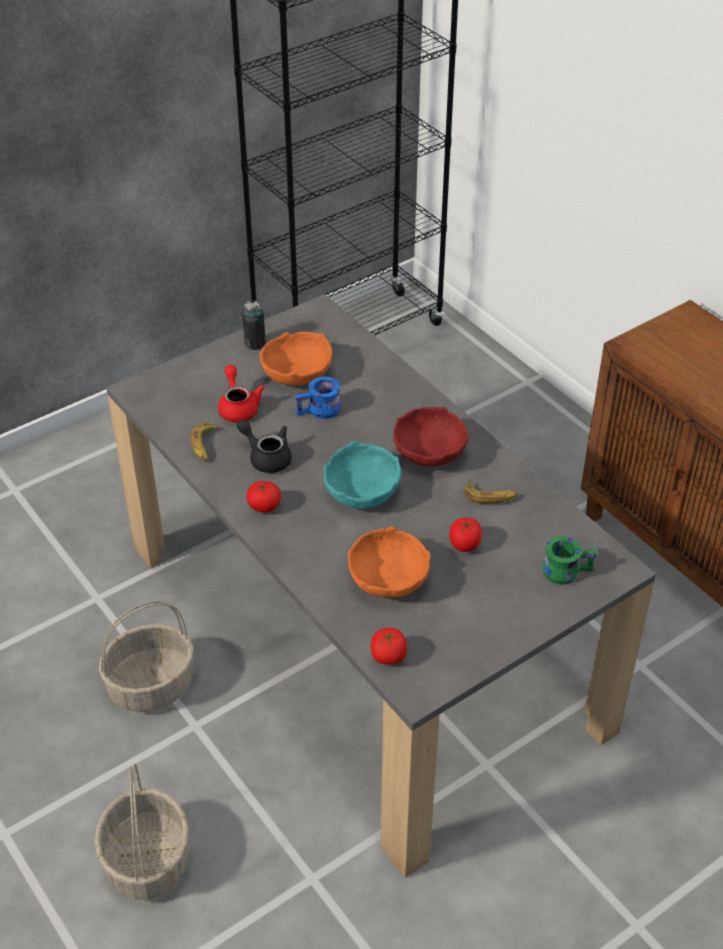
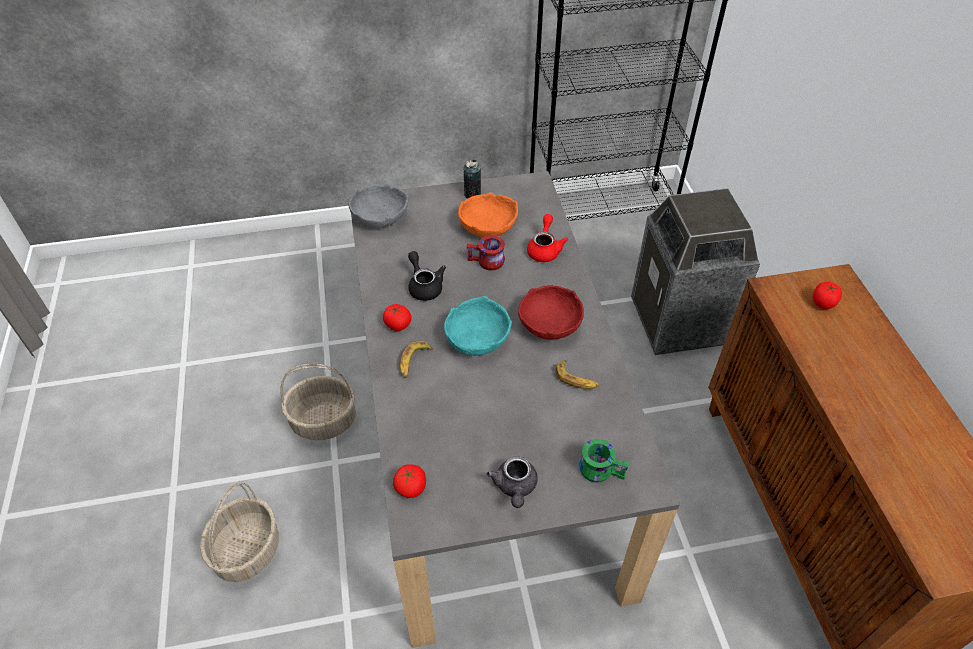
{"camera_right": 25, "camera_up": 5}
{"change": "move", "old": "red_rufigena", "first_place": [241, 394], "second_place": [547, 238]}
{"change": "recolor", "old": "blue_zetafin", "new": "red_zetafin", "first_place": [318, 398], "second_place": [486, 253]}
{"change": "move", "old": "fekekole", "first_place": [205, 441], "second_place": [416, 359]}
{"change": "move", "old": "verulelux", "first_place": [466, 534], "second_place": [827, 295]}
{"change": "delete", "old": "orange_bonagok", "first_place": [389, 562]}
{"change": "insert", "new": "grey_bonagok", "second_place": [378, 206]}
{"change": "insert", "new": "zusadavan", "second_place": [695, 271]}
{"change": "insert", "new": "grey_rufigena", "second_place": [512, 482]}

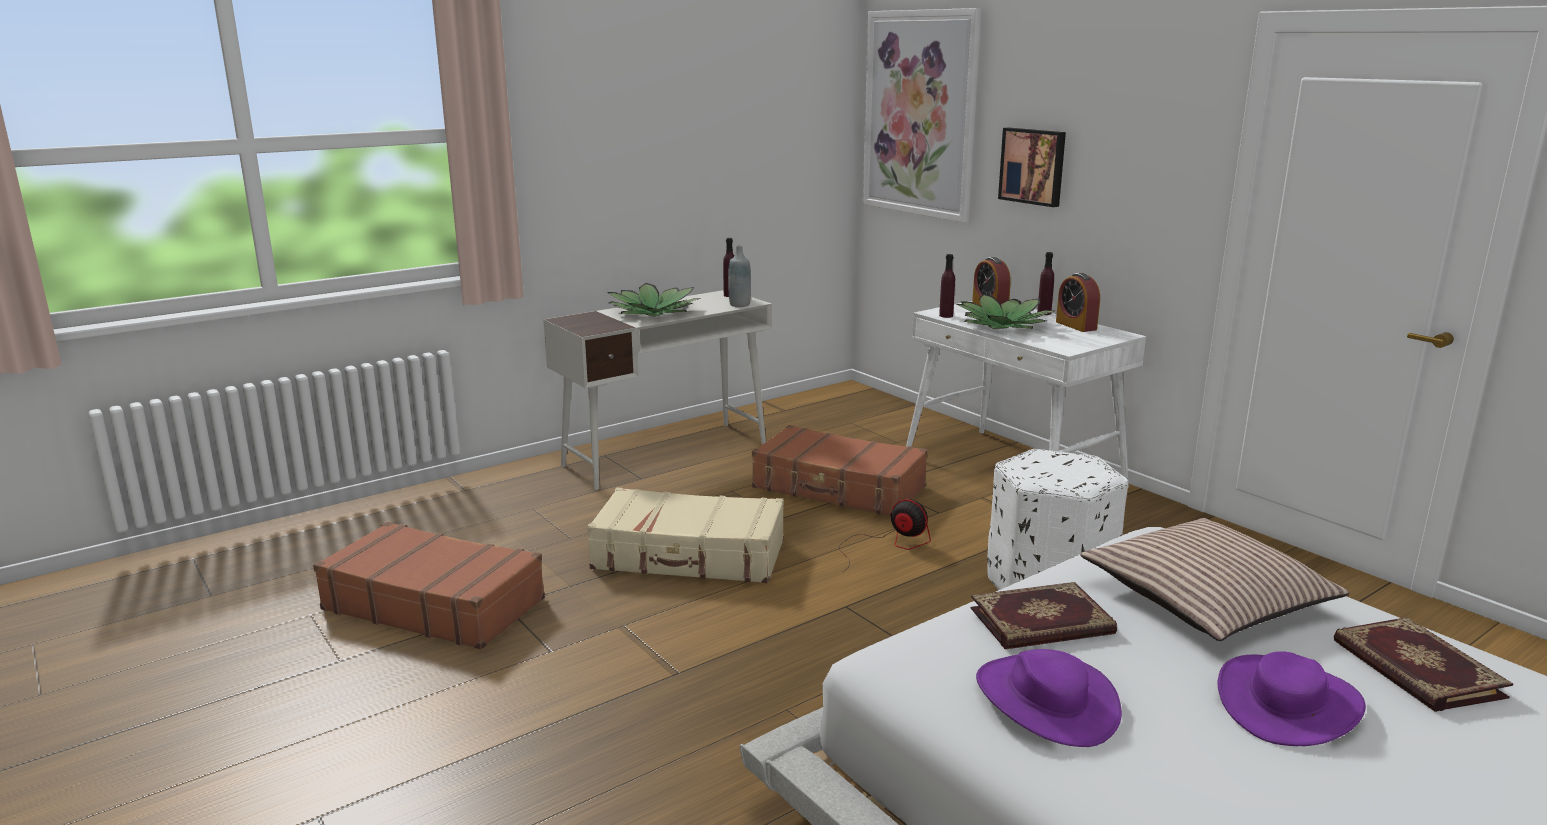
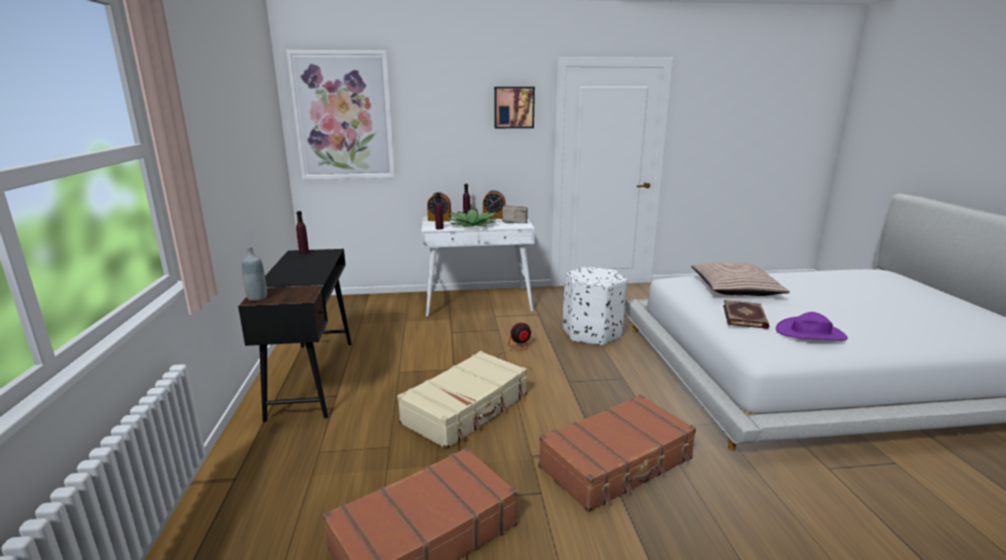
{"camera_right": -60, "camera_up": 0}
{"change": "move", "old": "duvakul", "first_place": [1032, 167], "second_place": [514, 107]}
{"change": "move", "old": "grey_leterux", "first_place": [739, 276], "second_place": [254, 273]}
{"change": "delete", "old": "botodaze", "first_place": [654, 300]}
{"change": "recolor", "old": "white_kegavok", "new": "black_kegavok", "first_place": [657, 390], "second_place": [295, 335]}
{"change": "move", "old": "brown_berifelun", "first_place": [839, 470], "second_place": [617, 453]}
{"change": "delete", "old": "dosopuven", "first_place": [1423, 664]}
{"change": "delete", "old": "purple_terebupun", "first_place": [1291, 698]}
{"change": "insert", "new": "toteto", "second_place": [515, 214]}

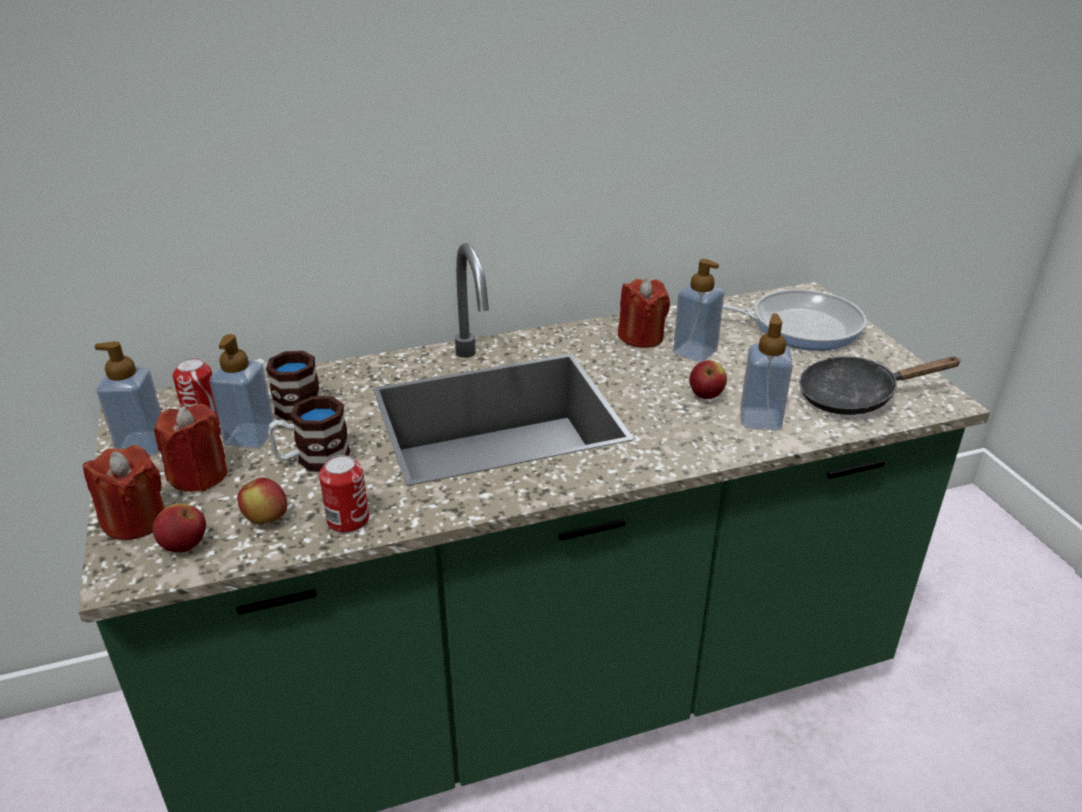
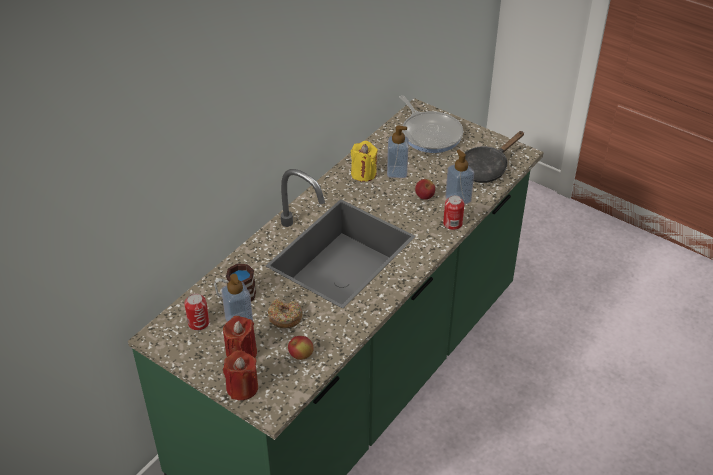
{"camera_right": -35, "camera_up": 10}
{"change": "recolor", "old": "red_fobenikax", "new": "yellow_fobenikax", "first_place": [644, 313], "second_place": [364, 161]}
{"change": "rotate", "old": "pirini", "first_place": [795, 319], "second_place": [431, 124], "degrees": 90}
{"change": "delete", "old": "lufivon", "first_place": [128, 398]}
{"change": "replace", "old": "zetafin", "new": "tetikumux", "first_place": [309, 434], "second_place": [285, 313]}
{"change": "move", "old": "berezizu", "first_place": [344, 494], "second_place": [454, 212]}
{"change": "delete", "old": "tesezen", "first_place": [179, 527]}

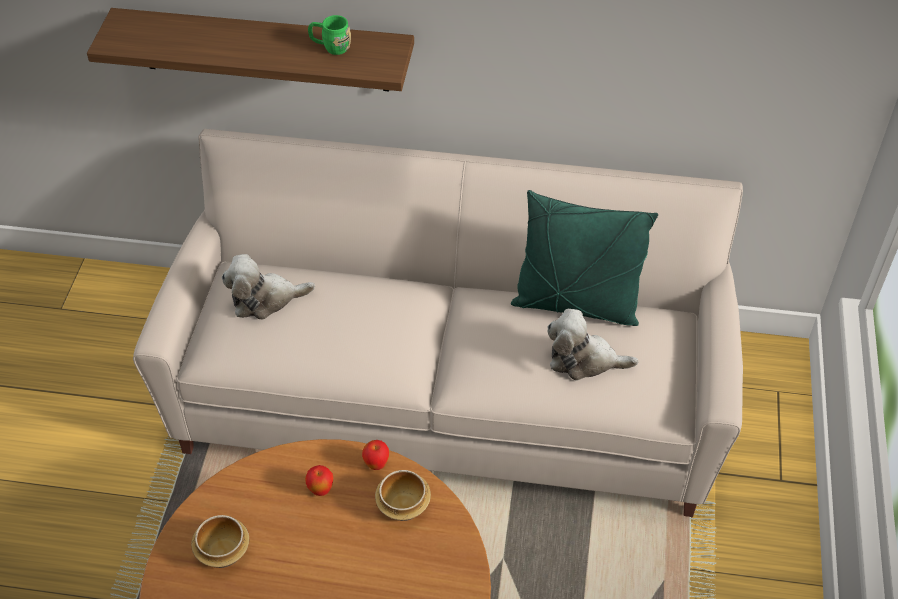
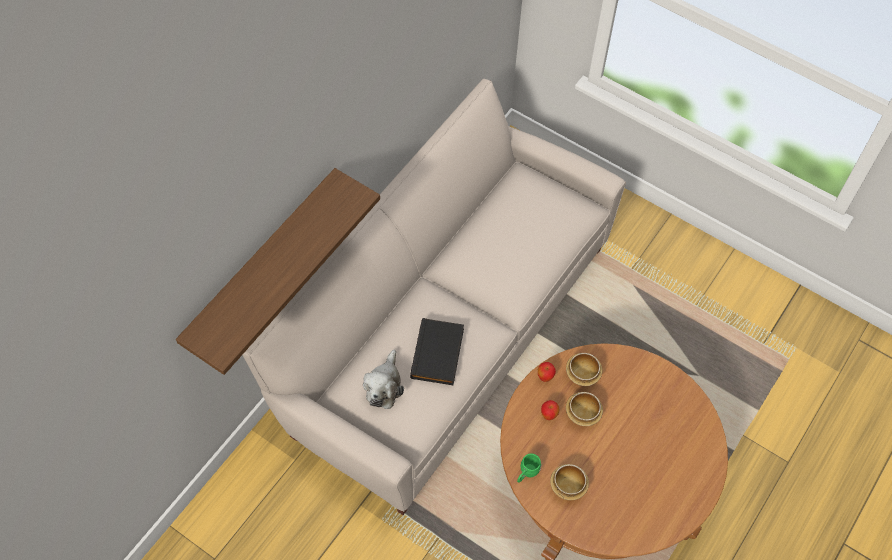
{"camera_right": -65, "camera_up": 10}
{"change": "move", "old": "green_zetafin", "first_place": [329, 35], "second_place": [529, 468]}
{"change": "delete", "old": "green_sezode", "first_place": [584, 258]}
{"change": "delete", "old": "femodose", "first_place": [593, 344]}
{"change": "insert", "new": "black_dosopuven", "second_place": [437, 351]}
{"change": "insert", "new": "bonagok", "second_place": [584, 409]}

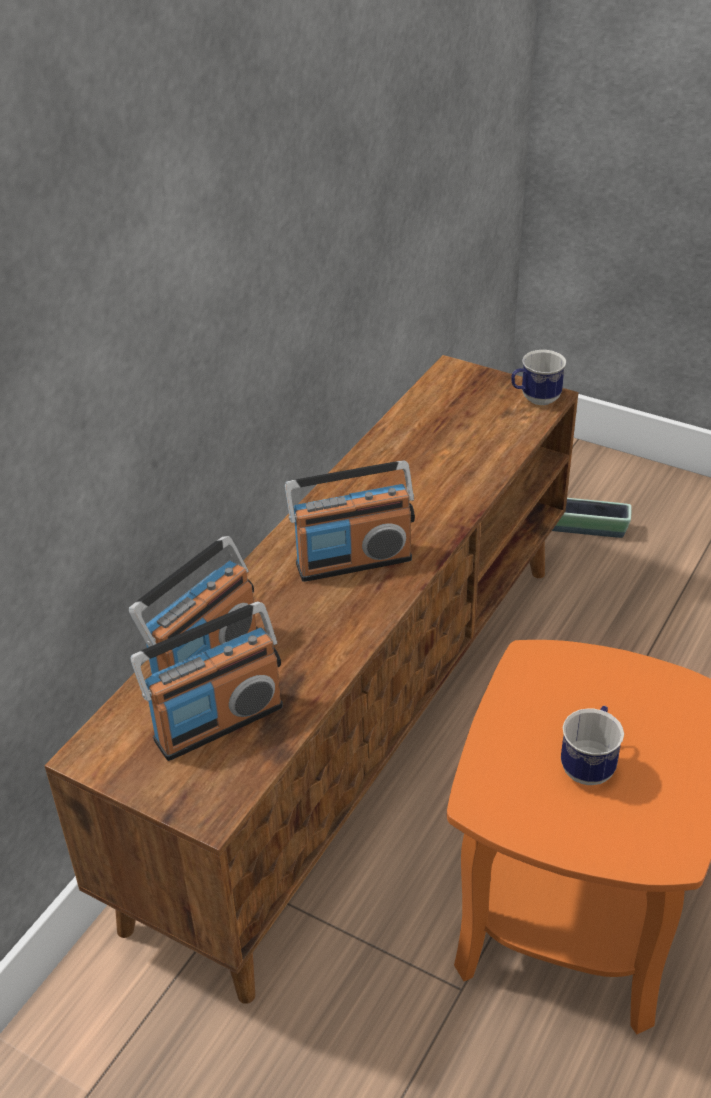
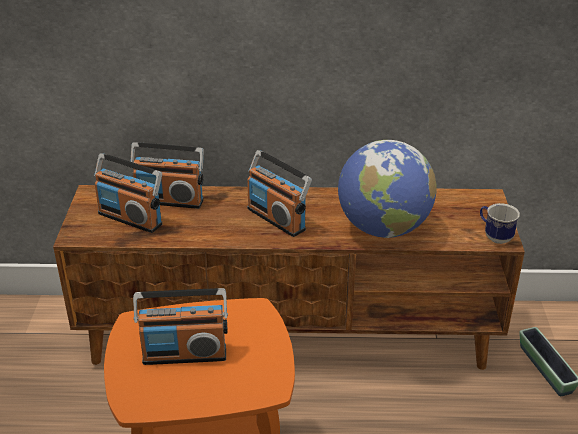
{"camera_right": 60, "camera_up": -5}
{"change": "replace", "old": "zetafin", "new": "toteto", "first_place": [592, 745], "second_place": [180, 326]}
{"change": "insert", "new": "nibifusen", "second_place": [387, 189]}

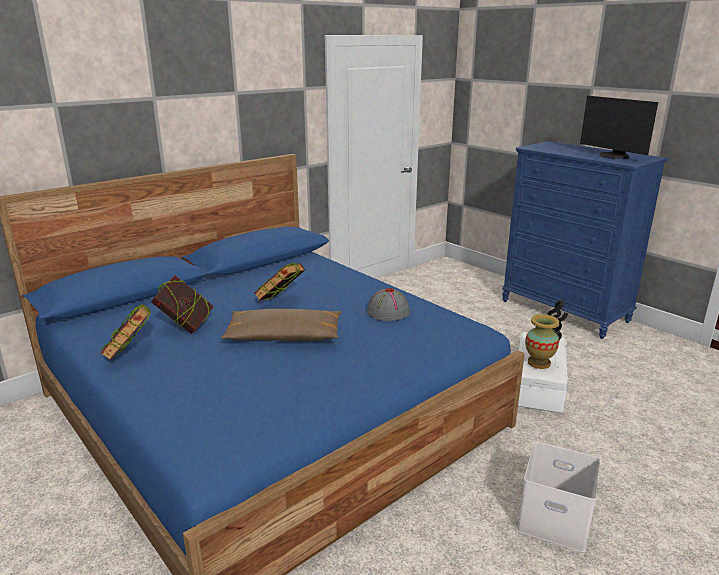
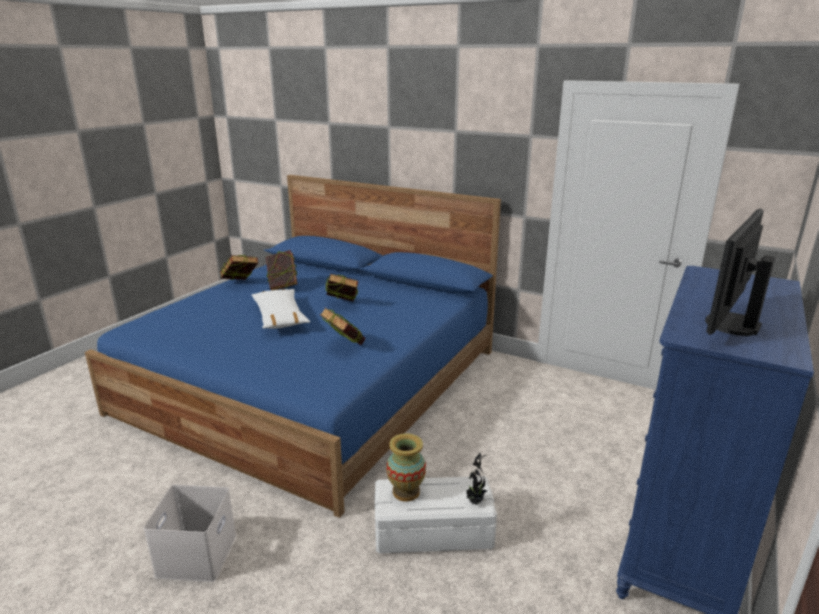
{"camera_right": 70, "camera_up": 0}
{"change": "replace", "old": "grey_terebupun", "new": "dosopuven", "first_place": [388, 304], "second_place": [342, 326]}
{"change": "recolor", "old": "brown_sezode", "new": "white_sezode", "first_place": [281, 325], "second_place": [281, 309]}

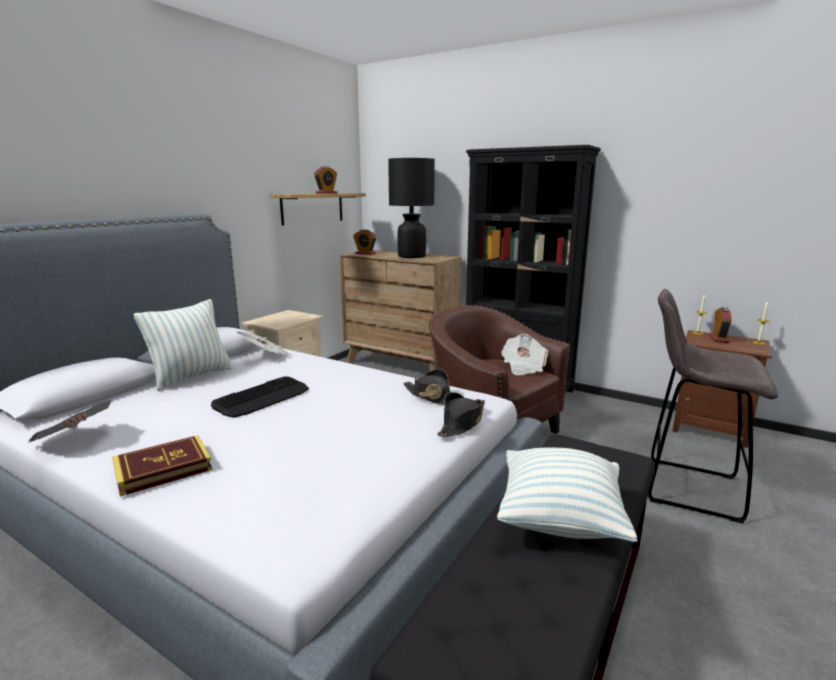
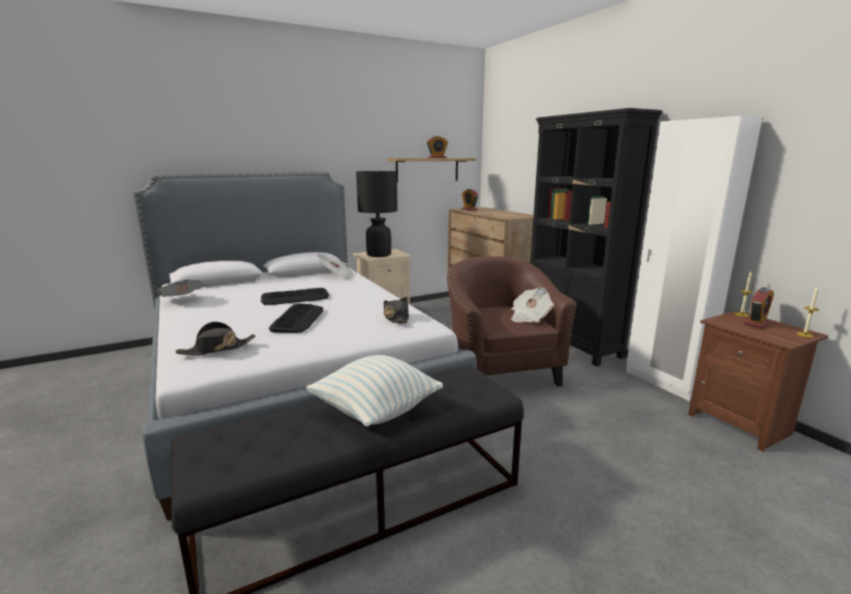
{"camera_right": 30, "camera_up": 0}
{"change": "move", "old": "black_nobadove", "first_place": [411, 208], "second_place": [377, 214]}
{"change": "delete", "old": "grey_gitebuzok", "first_place": [713, 406]}
{"change": "delete", "old": "sezode", "first_place": [183, 345]}
{"change": "move", "old": "black_terebupun", "first_place": [461, 414], "second_place": [215, 339]}
{"change": "delete", "old": "dosopuven", "first_place": [162, 466]}
{"change": "insert", "new": "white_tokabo", "second_place": [694, 258]}
{"change": "insert", "new": "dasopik", "second_place": [296, 318]}

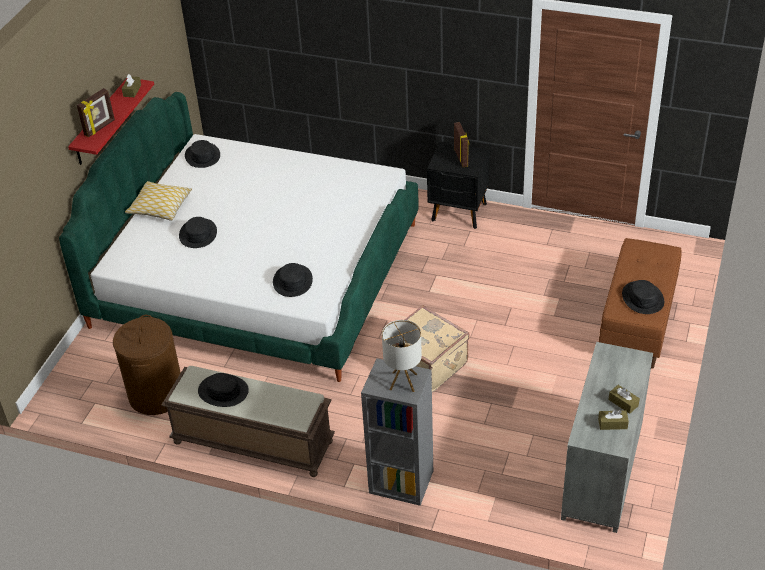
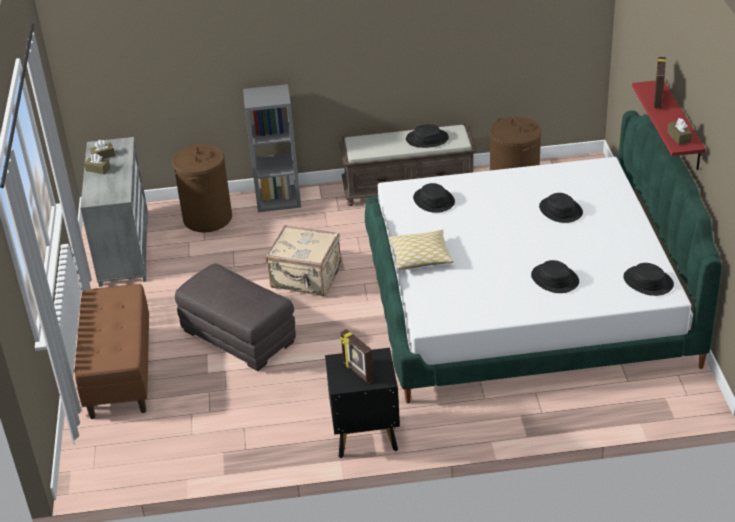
{"camera_right": 155, "camera_up": -5}
{"change": "move", "old": "sezode", "first_place": [158, 201], "second_place": [421, 250]}
{"change": "move", "old": "black_terebupun", "first_place": [643, 297], "second_place": [555, 276]}
{"change": "delete", "old": "nobadove", "first_place": [402, 356]}
{"change": "insert", "new": "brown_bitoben", "second_place": [202, 188]}
{"change": "insert", "new": "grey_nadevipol", "second_place": [235, 317]}

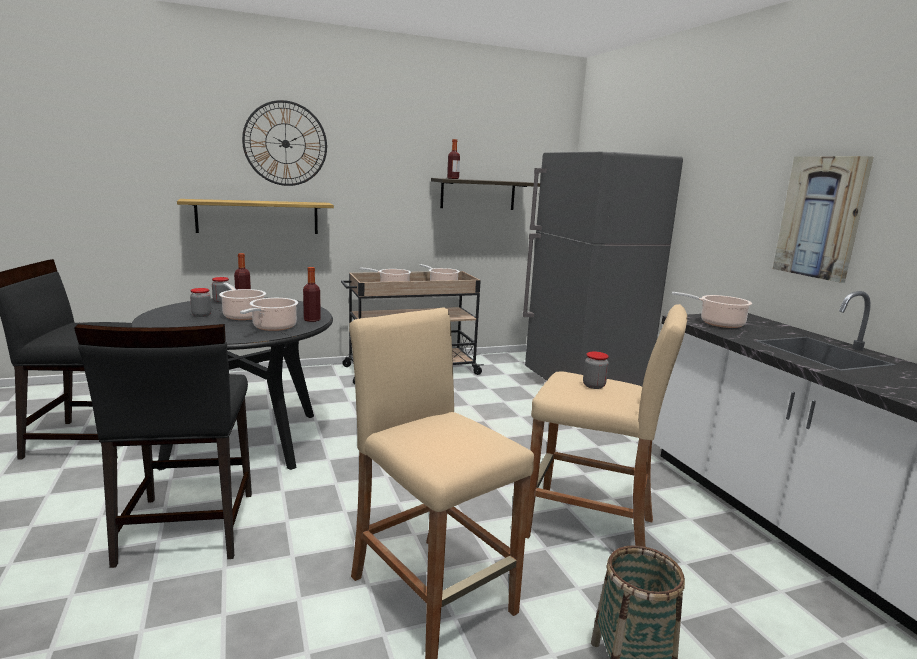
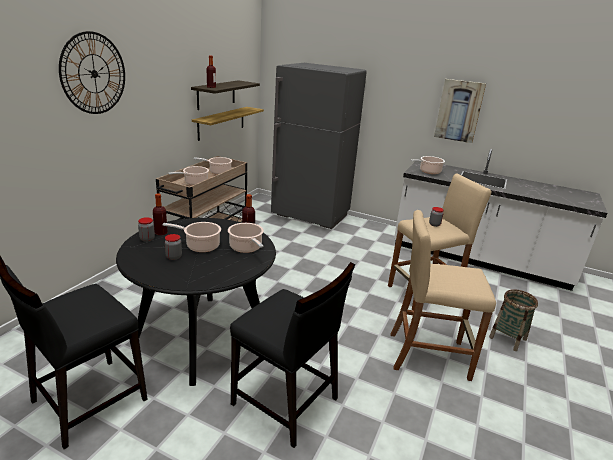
{"camera_right": -45, "camera_up": 10}
{"change": "move", "old": "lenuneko", "first_place": [255, 216], "second_place": [228, 124]}

